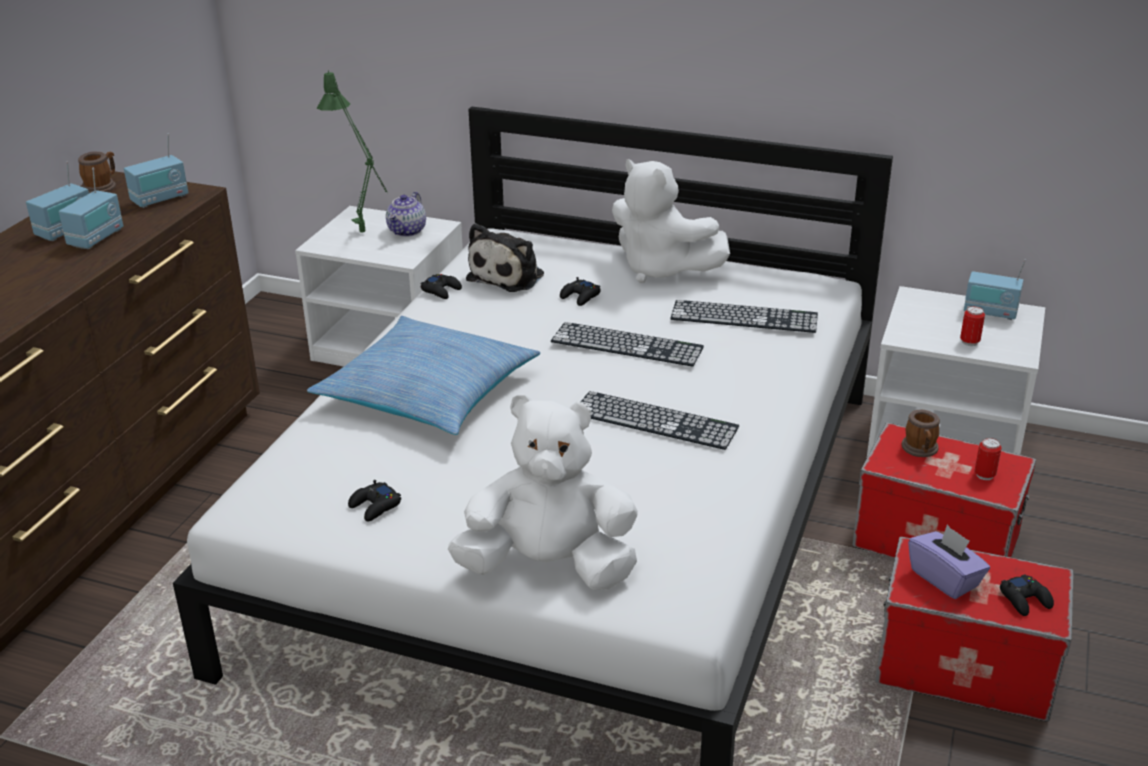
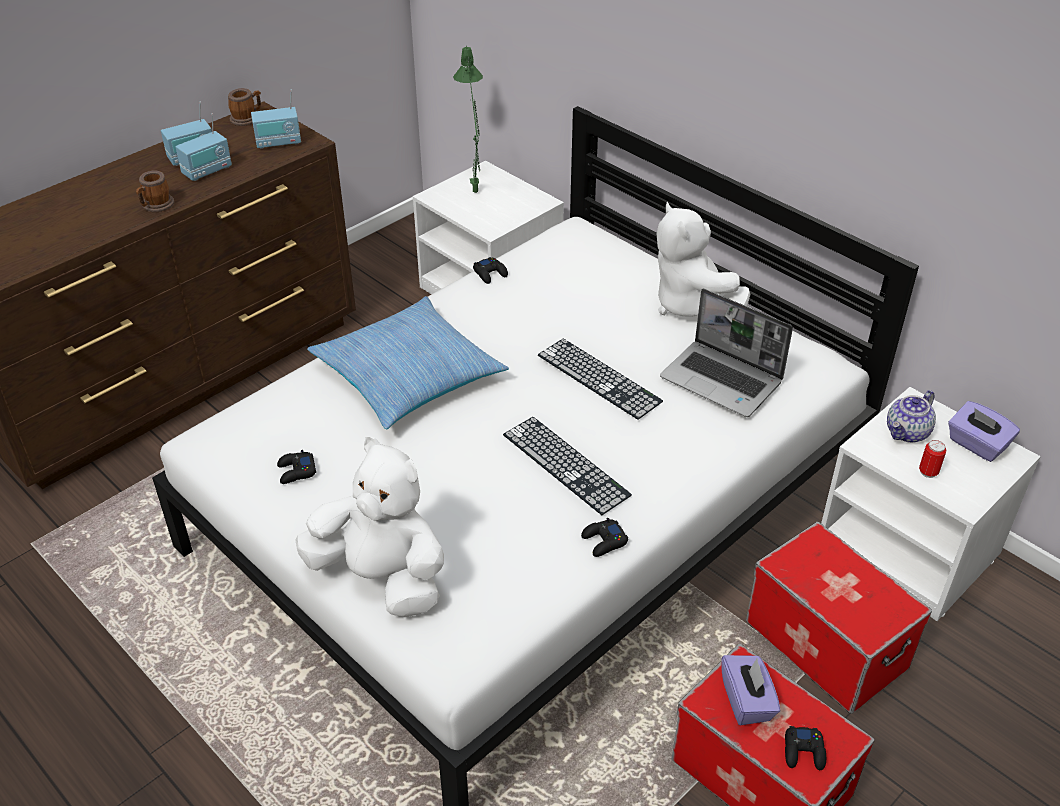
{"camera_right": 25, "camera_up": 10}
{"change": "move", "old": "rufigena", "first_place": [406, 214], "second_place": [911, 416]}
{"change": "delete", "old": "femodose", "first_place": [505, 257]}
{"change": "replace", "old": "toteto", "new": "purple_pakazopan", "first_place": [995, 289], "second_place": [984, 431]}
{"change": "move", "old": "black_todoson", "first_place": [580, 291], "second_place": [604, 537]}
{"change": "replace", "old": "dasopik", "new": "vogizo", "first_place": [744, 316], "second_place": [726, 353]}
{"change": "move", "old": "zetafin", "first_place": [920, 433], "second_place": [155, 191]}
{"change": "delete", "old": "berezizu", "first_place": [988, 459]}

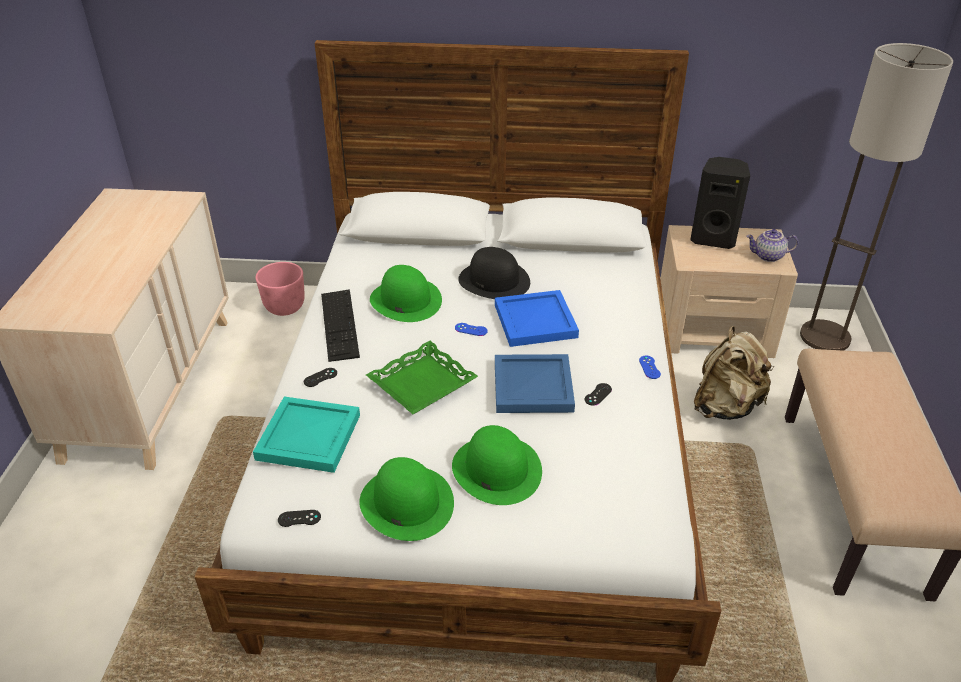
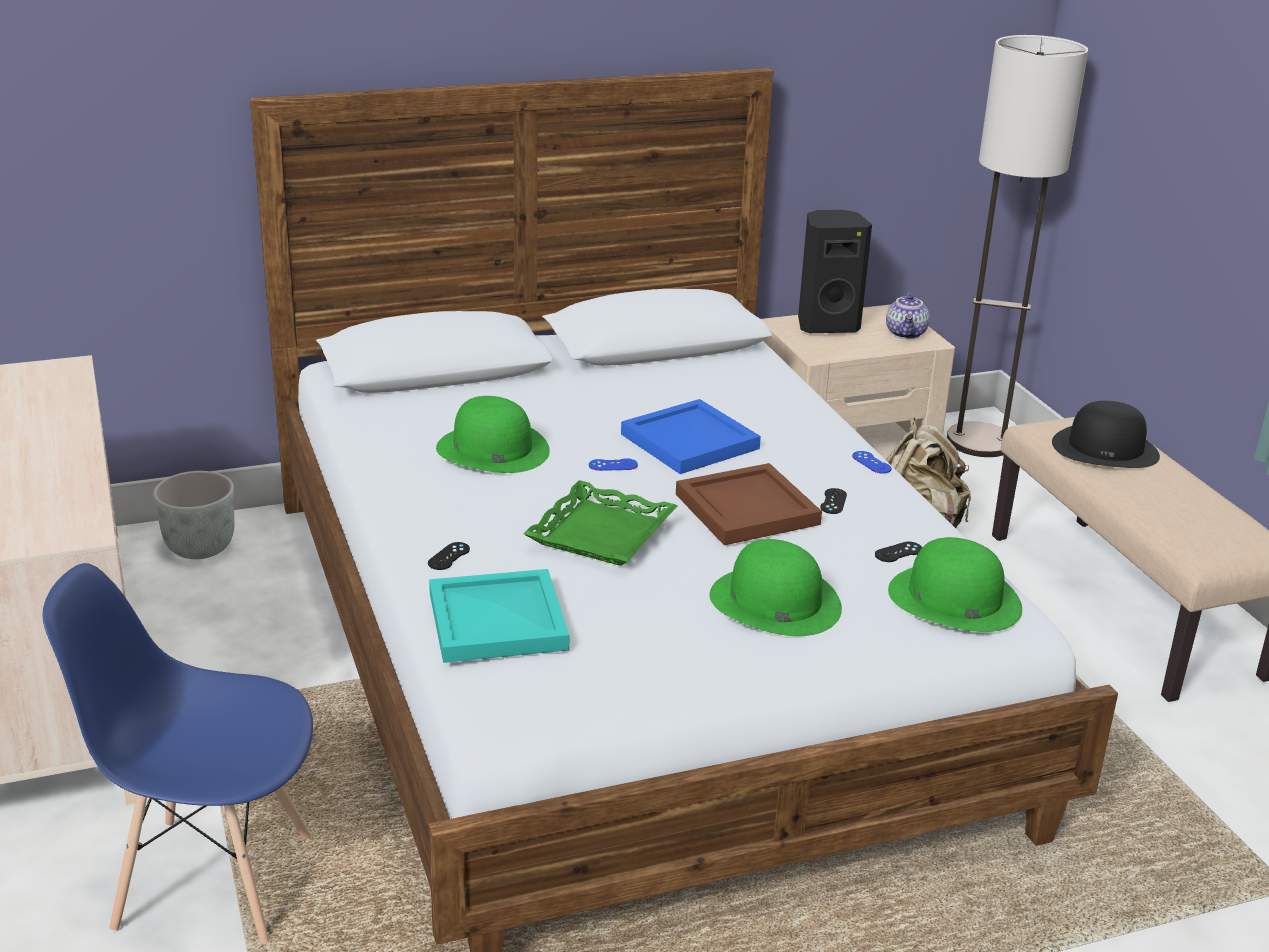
{"camera_right": -25, "camera_up": -10}
{"change": "rotate", "old": "rufigena", "first_place": [772, 245], "second_place": [908, 315], "degrees": -60}
{"change": "move", "old": "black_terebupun", "first_place": [494, 273], "second_place": [1106, 434]}
{"change": "recolor", "old": "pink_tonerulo", "new": "grey_tonerulo", "first_place": [280, 289], "second_place": [193, 515]}
{"change": "delete", "old": "dasopik", "first_place": [340, 325]}
{"change": "recolor", "old": "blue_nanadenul", "new": "brown_nanadenul", "first_place": [535, 383], "second_place": [749, 504]}
{"change": "move", "old": "green_terebupun", "first_place": [406, 499], "second_place": [955, 584]}
{"change": "move", "old": "black_todoson", "first_place": [299, 518], "second_place": [898, 552]}
{"change": "insert", "new": "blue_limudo", "second_place": [178, 753]}

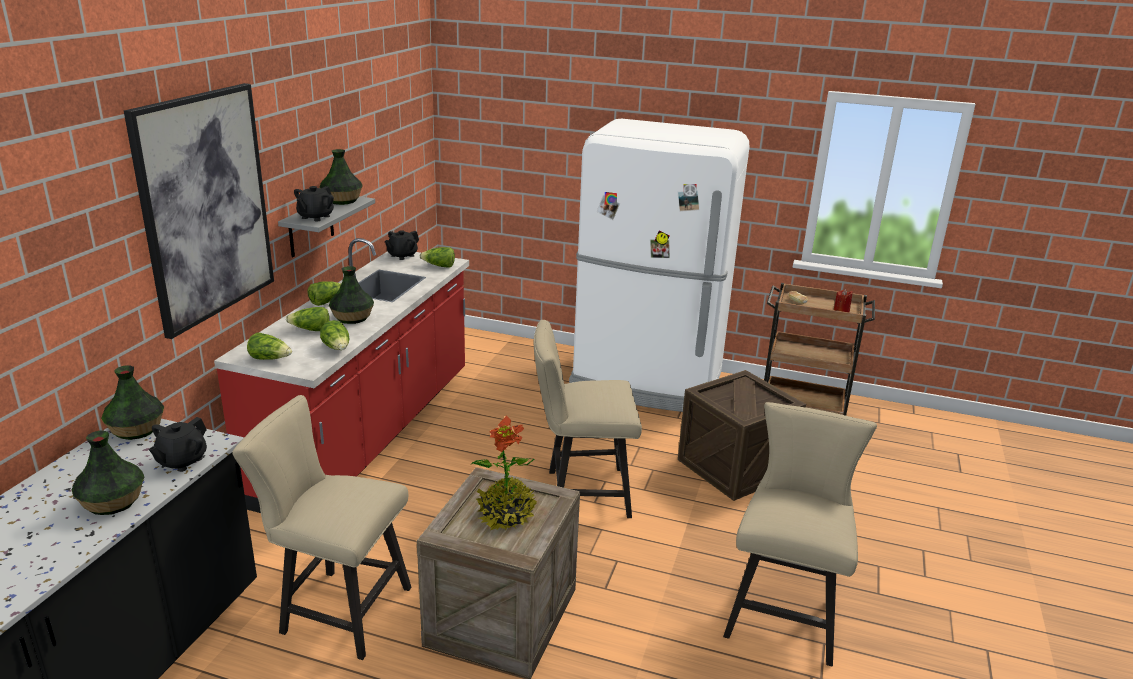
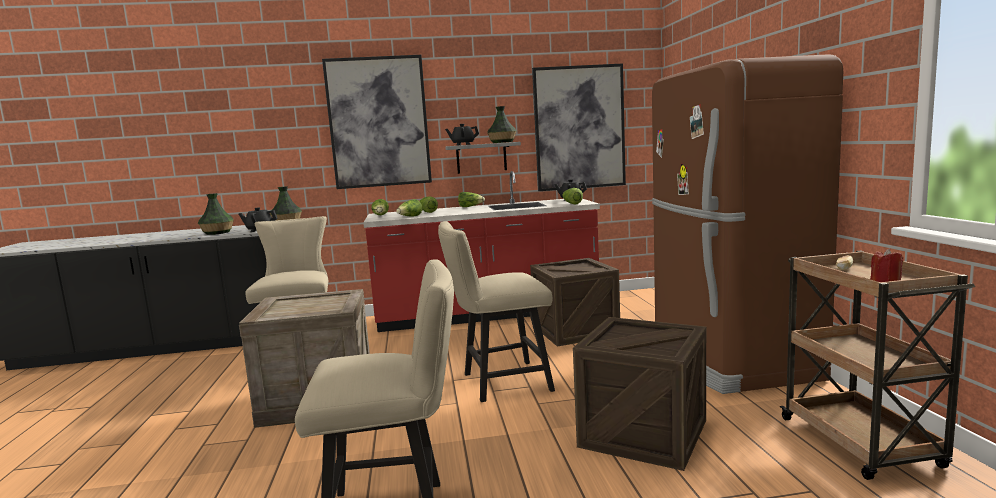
{"camera_right": 65, "camera_up": -15}
{"change": "recolor", "old": "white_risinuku", "new": "brown_risinuku", "first_place": [659, 265], "second_place": [747, 224]}
{"change": "delete", "old": "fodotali", "first_place": [351, 295]}
{"change": "rotate", "old": "beige_limudo", "first_place": [588, 419], "second_place": [496, 311], "degrees": -75}
{"change": "delete", "old": "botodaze", "first_place": [504, 473]}
{"change": "insert", "new": "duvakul", "second_place": [579, 127]}
{"change": "insert", "new": "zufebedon", "second_place": [575, 302]}

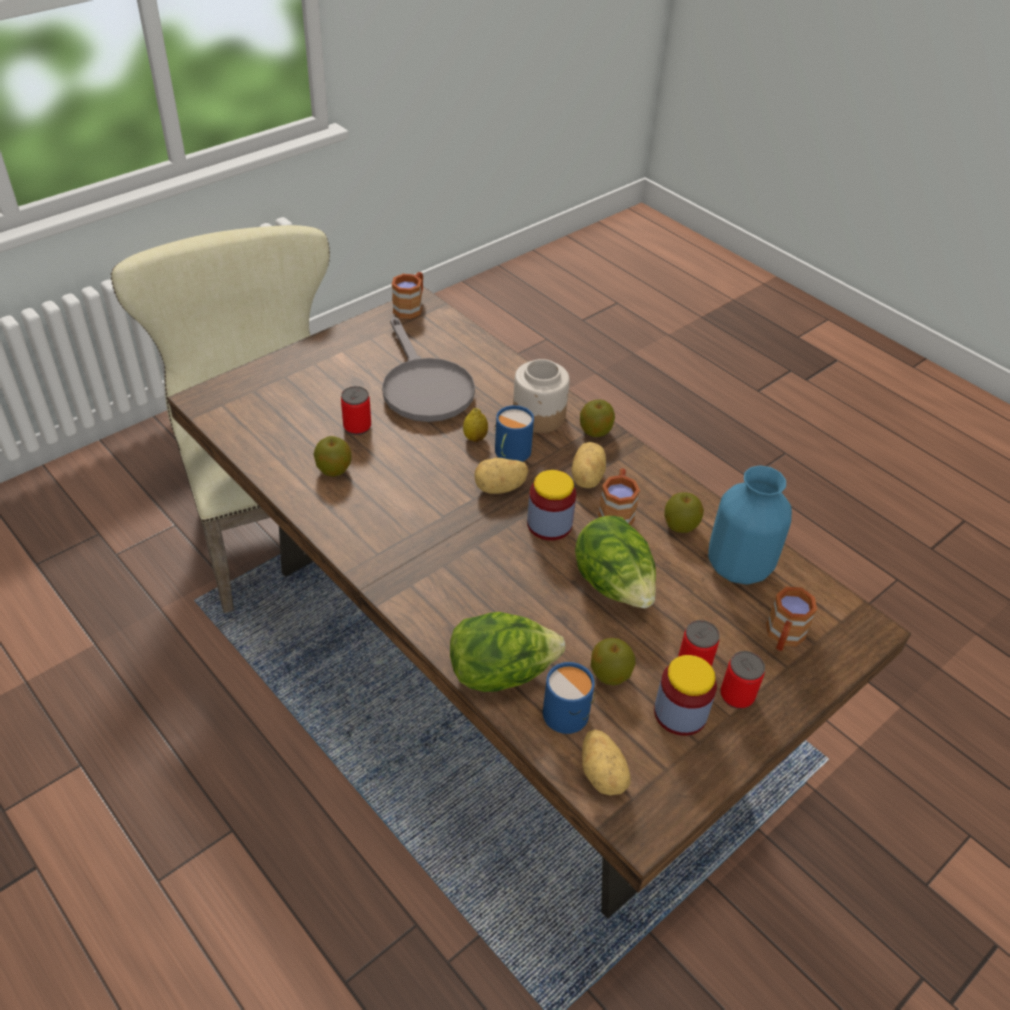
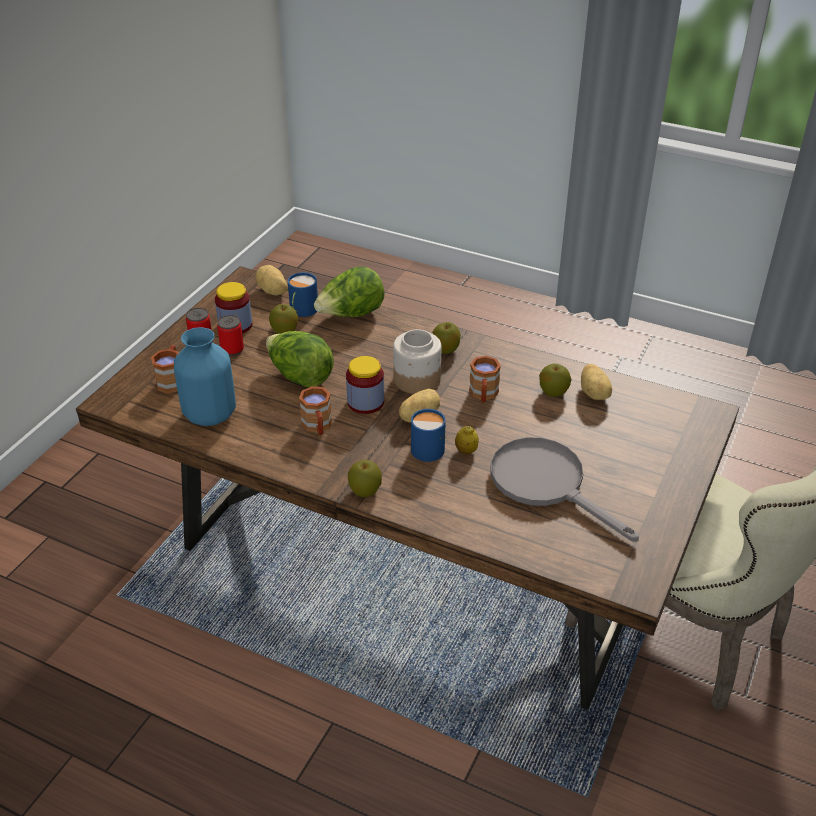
{"camera_right": 160, "camera_up": -5}
{"change": "move", "old": "brown_zetafin", "first_place": [407, 295], "second_place": [485, 379]}
{"change": "move", "old": "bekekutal", "first_place": [541, 396], "second_place": [417, 361]}
{"change": "delete", "old": "berezizu", "first_place": [356, 410]}
{"change": "move", "old": "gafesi", "first_place": [588, 465], "second_place": [596, 382]}
{"change": "move", "old": "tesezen", "first_place": [684, 512], "second_place": [446, 338]}

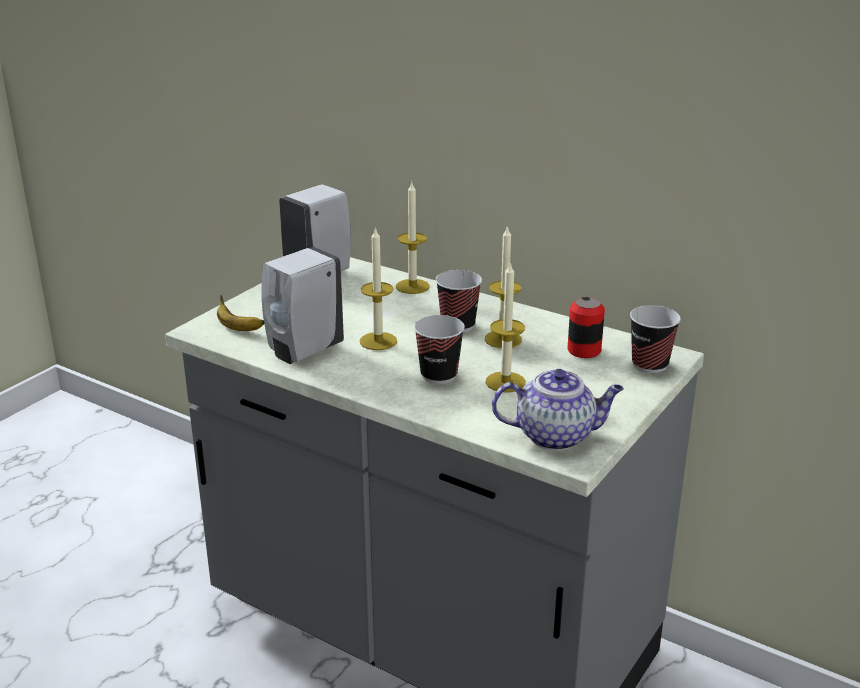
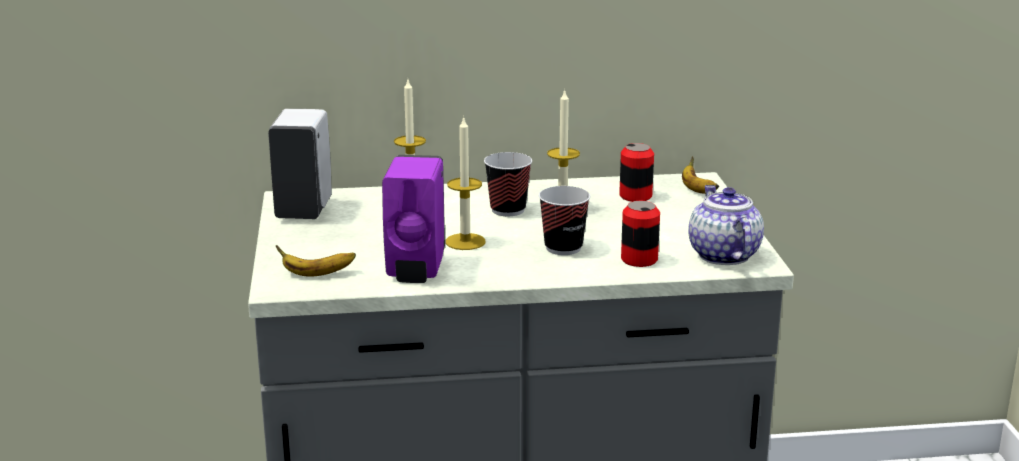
{"camera_right": -40, "camera_up": -5}
{"change": "recolor", "old": "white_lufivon", "new": "purple_lufivon", "first_place": [303, 305], "second_place": [413, 219]}
{"change": "delete", "old": "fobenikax", "first_place": [506, 328]}
{"change": "replace", "old": "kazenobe", "new": "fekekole", "first_place": [655, 339], "second_place": [700, 175]}
{"change": "rotate", "old": "rufigena", "first_place": [558, 409], "second_place": [726, 225], "degrees": -60}
{"change": "insert", "new": "berezizu", "second_place": [640, 234]}

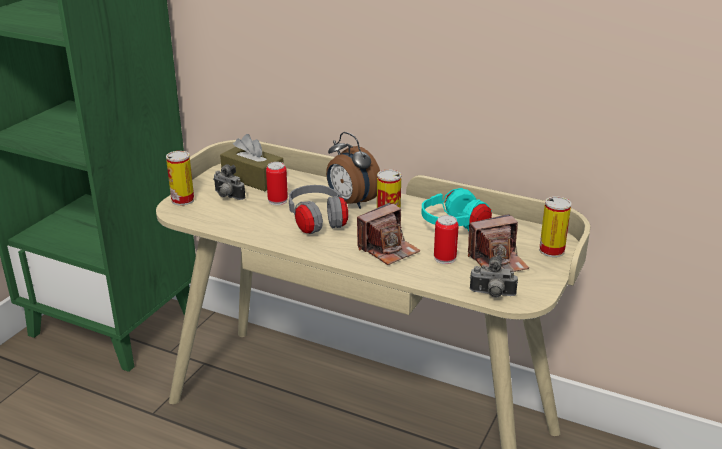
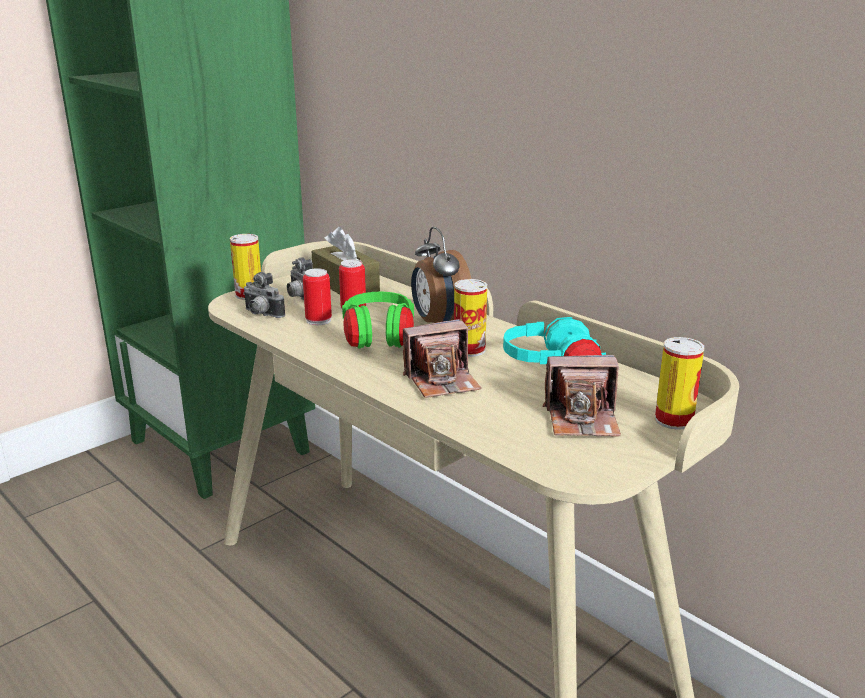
{"camera_right": 20, "camera_up": -5}
{"change": "recolor", "old": "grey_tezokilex", "new": "green_tezokilex", "first_place": [318, 209], "second_place": [378, 320]}
{"change": "move", "old": "berezizu", "first_place": [446, 239], "second_place": [317, 296]}
{"change": "move", "old": "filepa", "first_place": [494, 277], "second_place": [264, 295]}

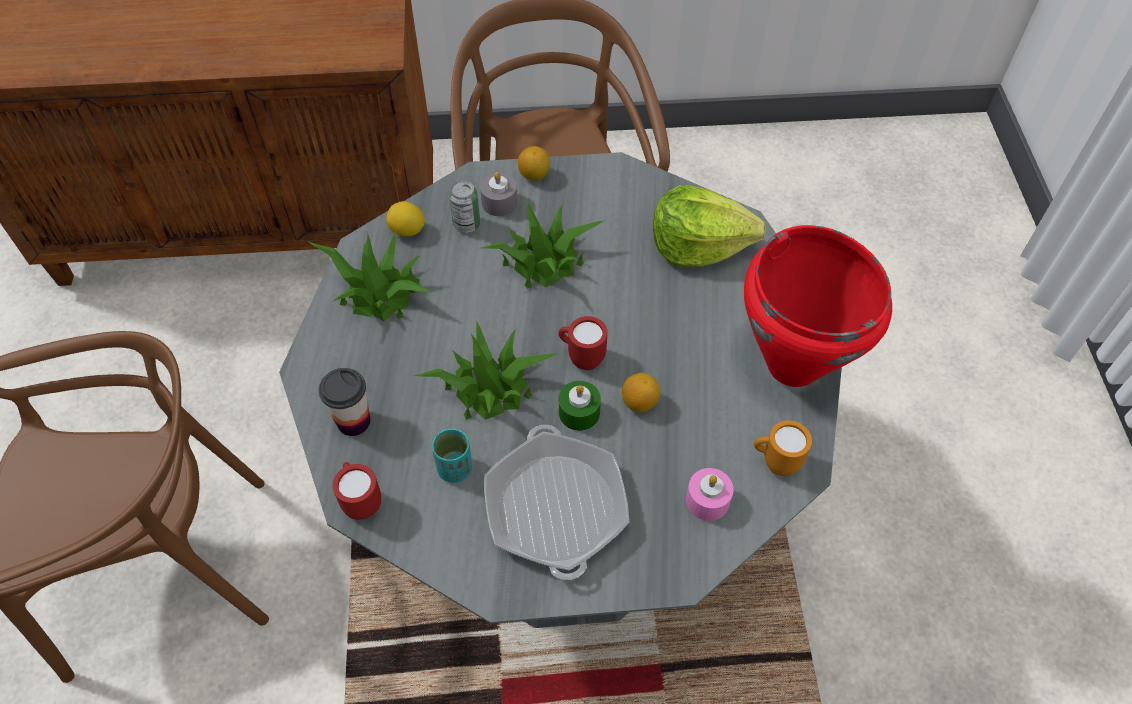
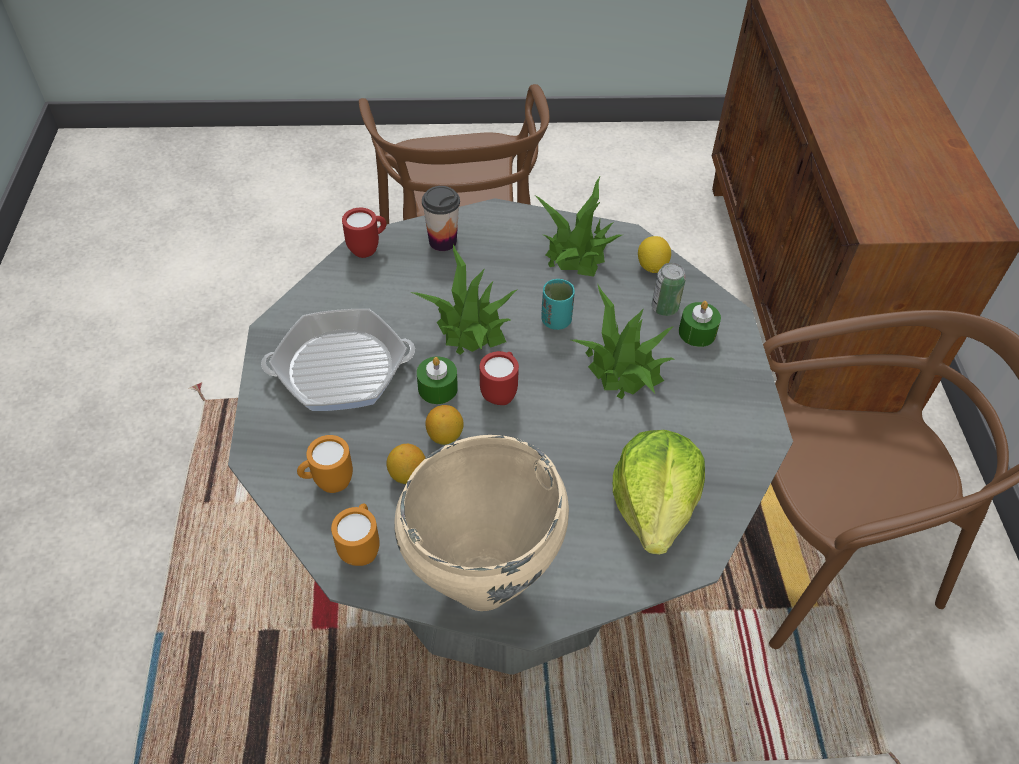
{"camera_right": 90, "camera_up": -5}
{"change": "move", "old": "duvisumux", "first_place": [534, 163], "second_place": [406, 464]}
{"change": "recolor", "old": "grey_fobenikax", "new": "green_fobenikax", "first_place": [499, 194], "second_place": [700, 324]}
{"change": "recolor", "old": "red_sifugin", "new": "beige_sifugin", "first_place": [818, 306], "second_place": [481, 523]}
{"change": "move", "old": "turquoise_kazenobe", "first_place": [452, 456], "second_place": [558, 304]}
{"change": "replace", "old": "pink_fobenikax", "new": "orange_zetafin", "first_place": [709, 494], "second_place": [325, 464]}

